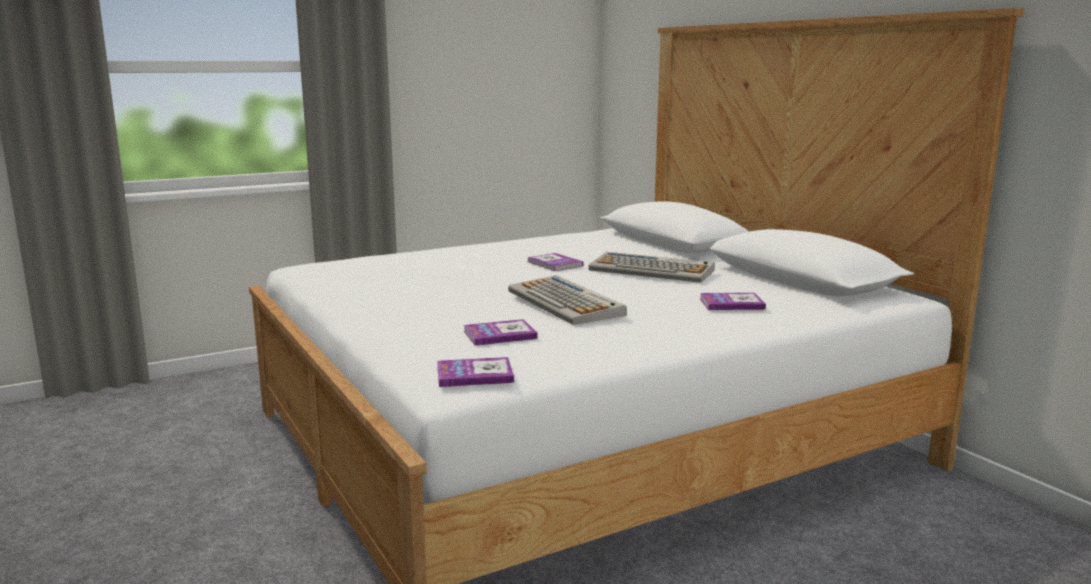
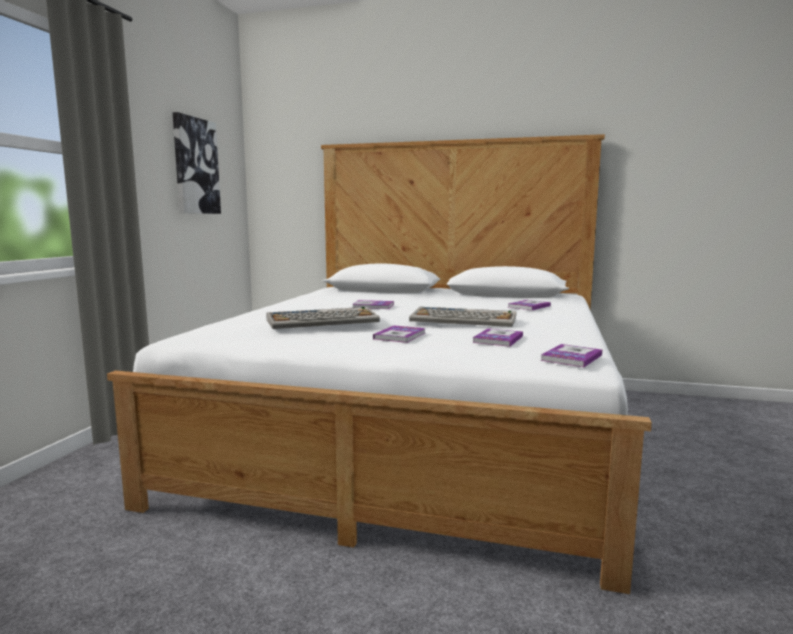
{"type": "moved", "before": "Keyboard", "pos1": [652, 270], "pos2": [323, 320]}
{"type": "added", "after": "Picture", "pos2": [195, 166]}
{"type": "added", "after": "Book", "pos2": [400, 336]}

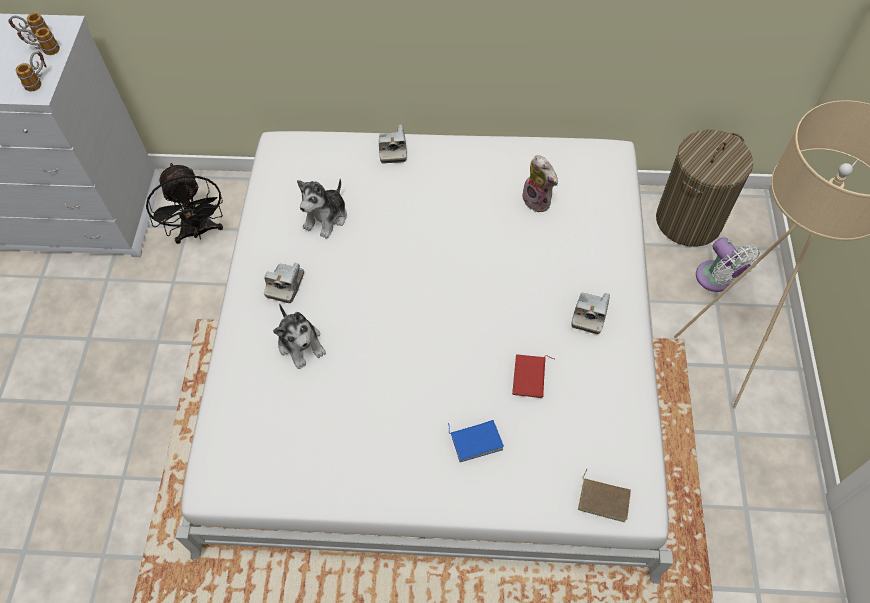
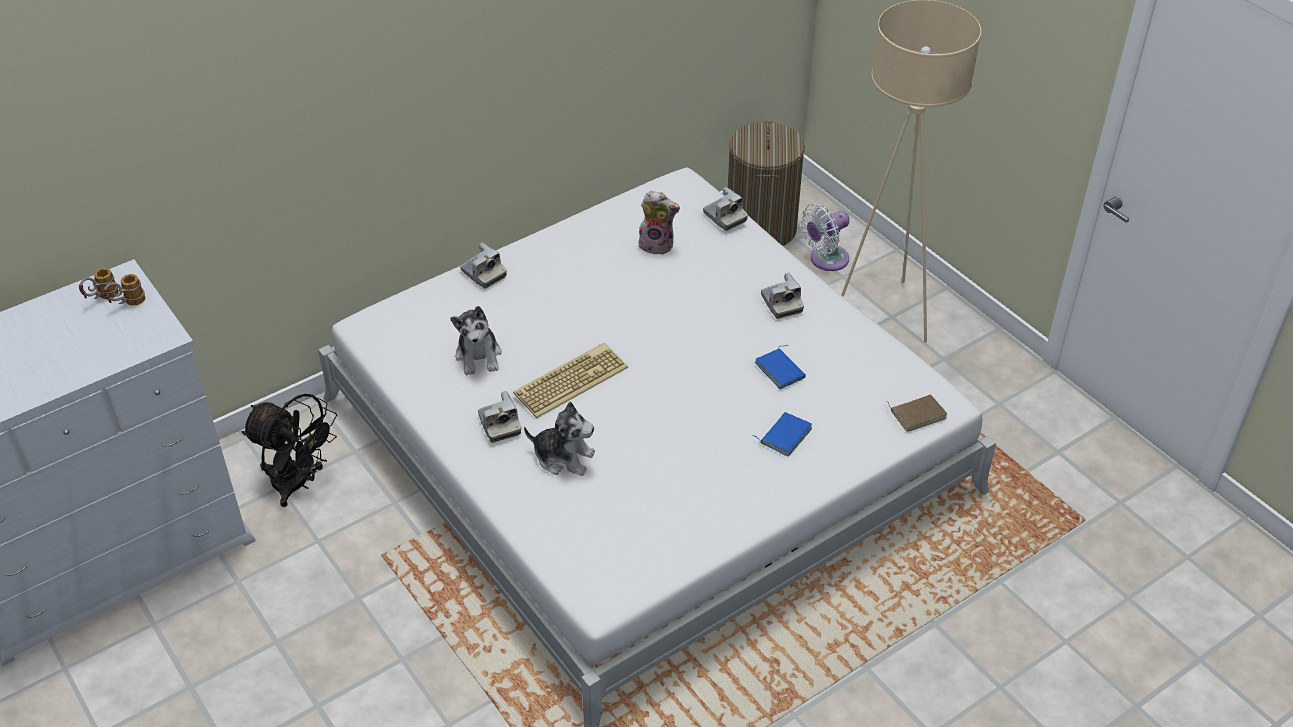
{"type": "removed", "before": "Mug", "pos1": [39, 80]}
{"type": "recoloured", "before": "RedBook", "after": "BlueBook", "pos1": [530, 377], "pos2": [781, 370]}
{"type": "turned", "before": "WhiteFan", "pos1": [716, 280], "pos2": [825, 260], "turn": 120}
{"type": "added", "after": "Keyboard", "pos2": [570, 380]}
{"type": "added", "after": "PhotoCamera", "pos2": [724, 217]}

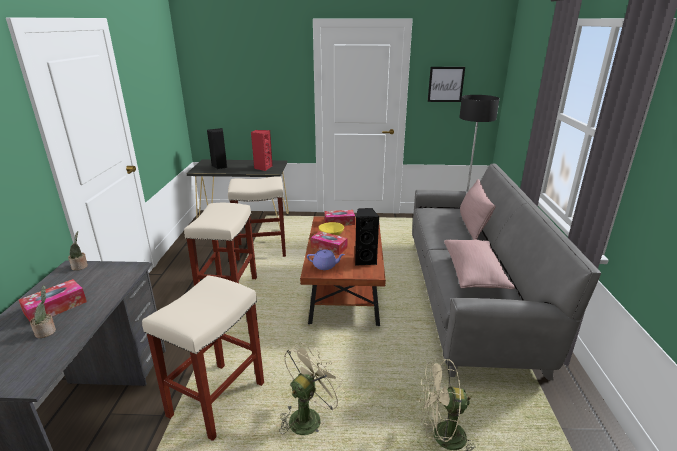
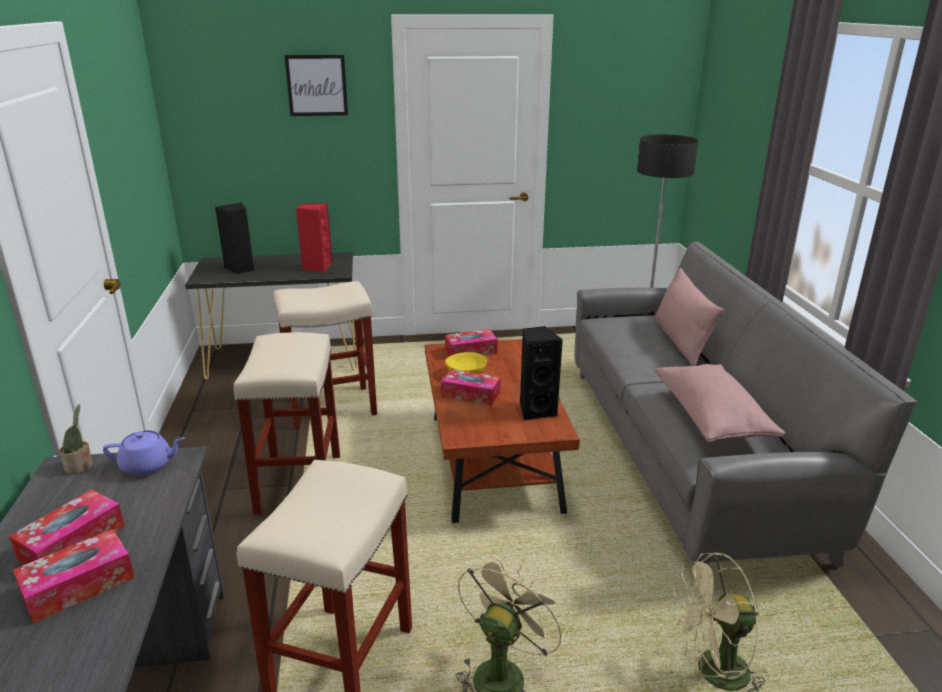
{"type": "replaced", "before": "PottedPlant", "after": "TissueBox", "pos1": [47, 331], "pos2": [78, 586]}
{"type": "moved", "before": "PurpleTeapot", "pos1": [325, 266], "pos2": [148, 466]}
{"type": "moved", "before": "Picture", "pos1": [445, 84], "pos2": [317, 85]}

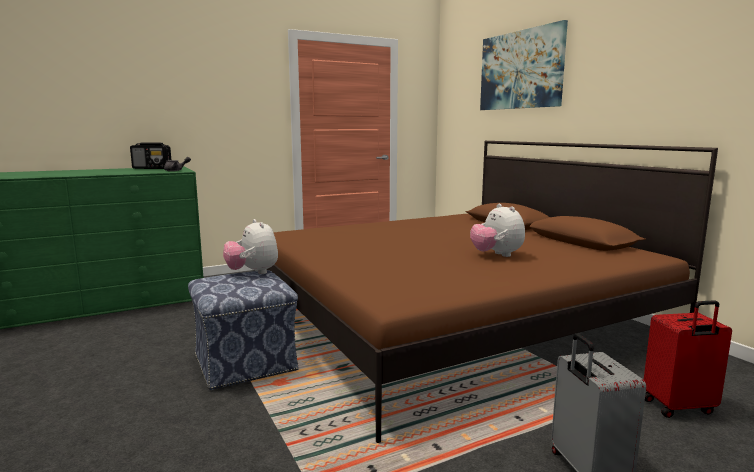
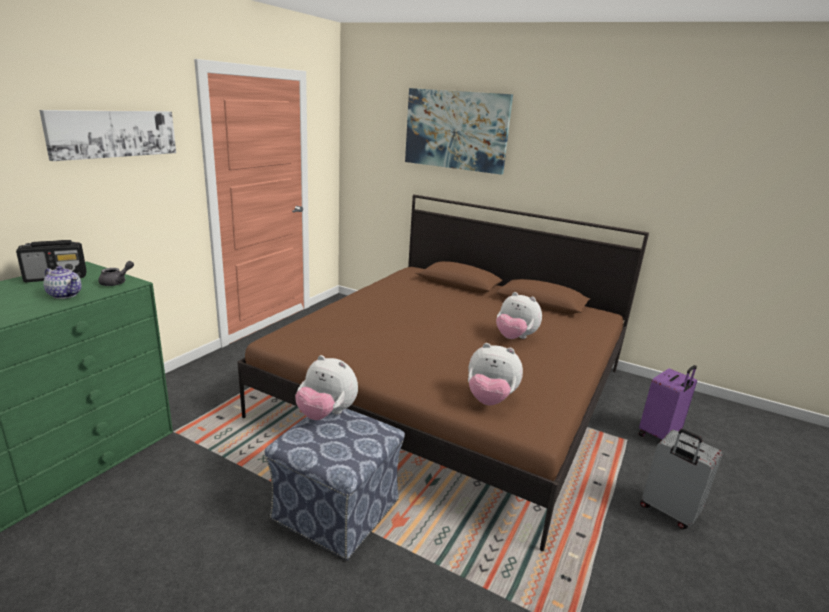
{"type": "recoloured", "before": "RedSuitcase", "after": "PurpleSuitcase", "pos1": [679, 407], "pos2": [660, 435]}
{"type": "added", "after": "Picture", "pos2": [113, 133]}
{"type": "added", "after": "Teapot", "pos2": [65, 294]}
{"type": "added", "after": "PlushToy", "pos2": [490, 399]}

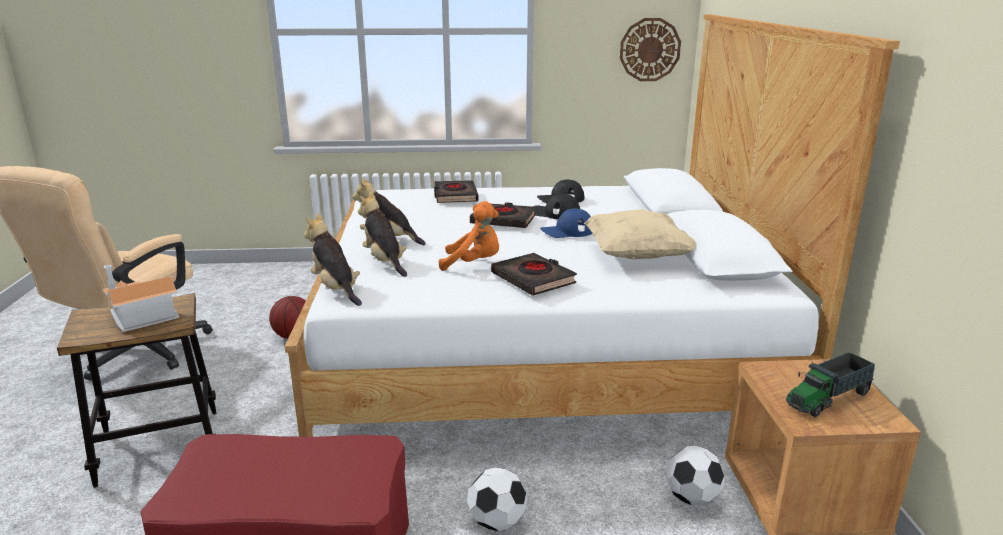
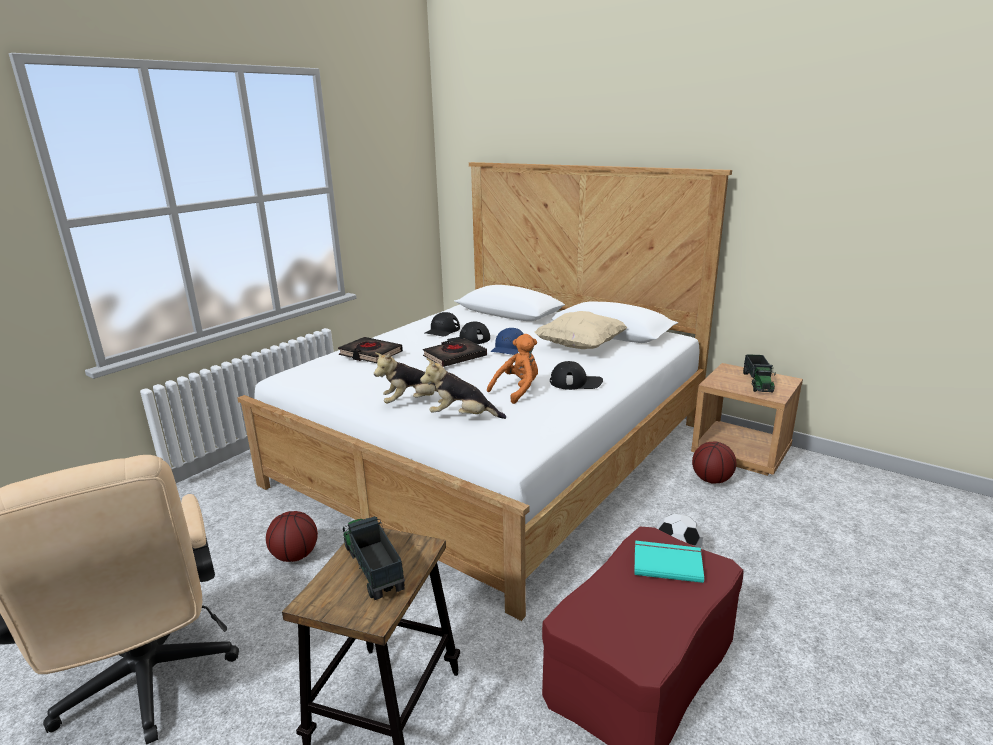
{"type": "replaced", "before": "ToyHouse", "after": "ToyTruck", "pos1": [139, 316], "pos2": [372, 567]}
{"type": "removed", "before": "PlushToy", "pos1": [336, 289]}
{"type": "replaced", "before": "BlackBook", "after": "BlackCap", "pos1": [533, 279], "pos2": [576, 382]}
{"type": "removed", "before": "WallClock", "pos1": [649, 49]}
{"type": "replaced", "before": "Football", "after": "Basketball", "pos1": [691, 498], "pos2": [711, 480]}
{"type": "added", "after": "TurquoiseBook", "pos2": [667, 562]}

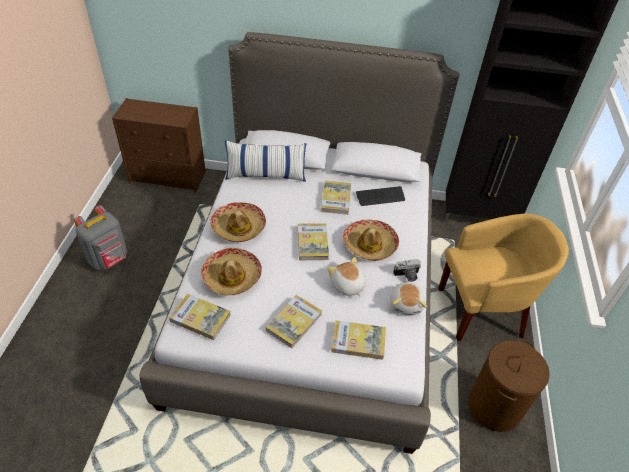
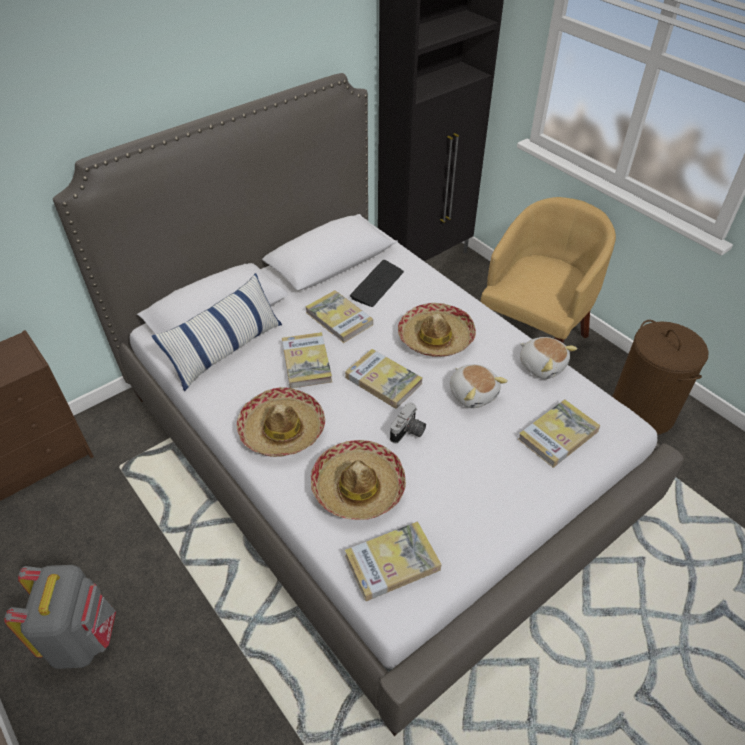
{"type": "moved", "before": "Book", "pos1": [294, 322], "pos2": [306, 362]}
{"type": "turned", "before": "PlushToy", "pos1": [347, 285], "pos2": [473, 393], "turn": -135}
{"type": "moved", "before": "PhotoCamera", "pos1": [407, 276], "pos2": [408, 432]}

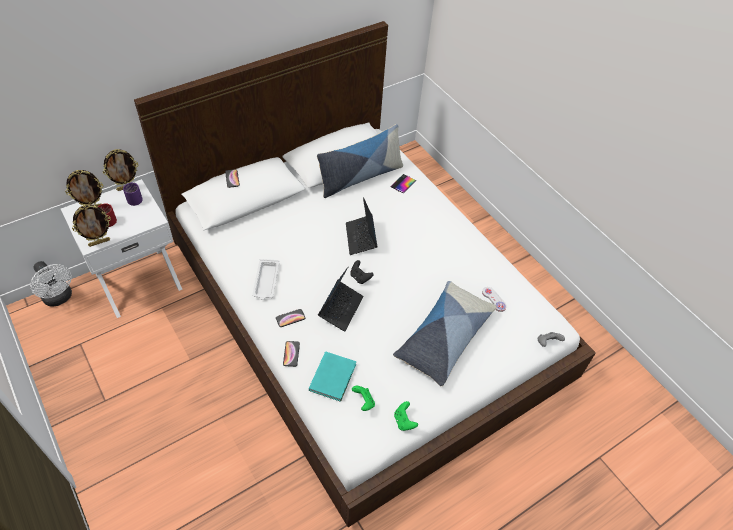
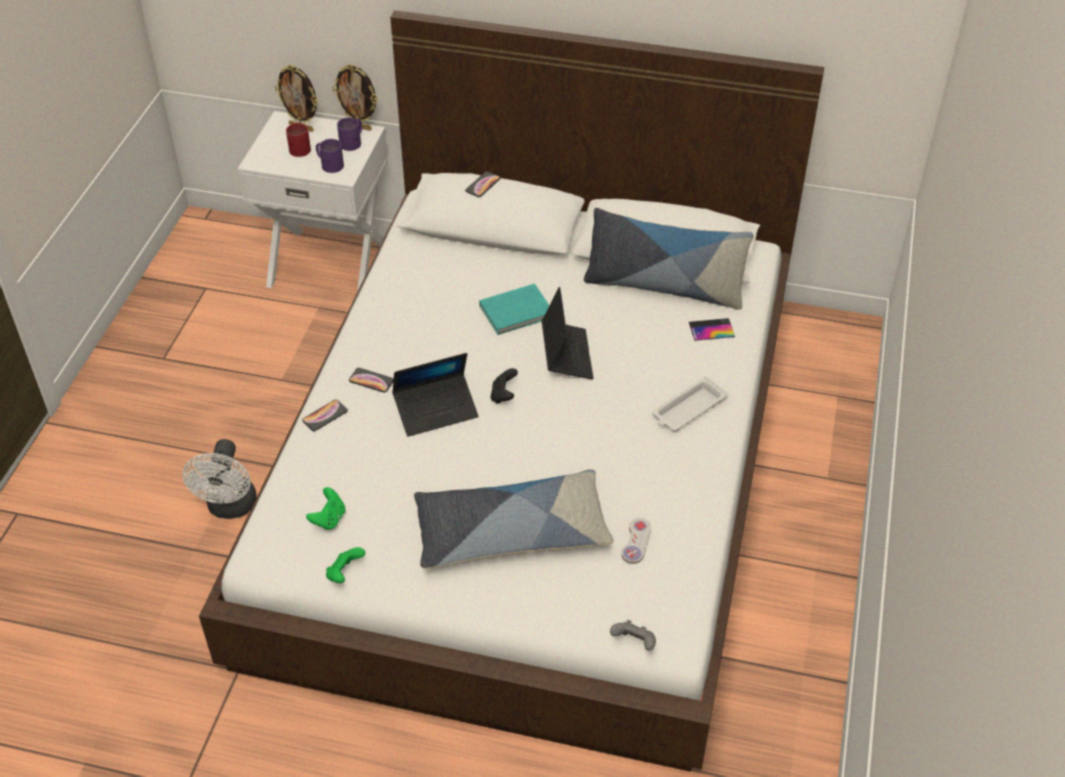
{"type": "moved", "before": "WhiteFan", "pos1": [59, 298], "pos2": [230, 508]}
{"type": "removed", "before": "PictureFrame", "pos1": [99, 242]}
{"type": "moved", "before": "WhiteTray", "pos1": [266, 281], "pos2": [688, 409]}
{"type": "moved", "before": "TurquoiseBook", "pos1": [334, 376], "pos2": [518, 311]}
{"type": "turned", "before": "Laptop", "pos1": [361, 238], "pos2": [566, 355], "turn": 135}
{"type": "added", "after": "PurpleMug", "pos2": [330, 164]}

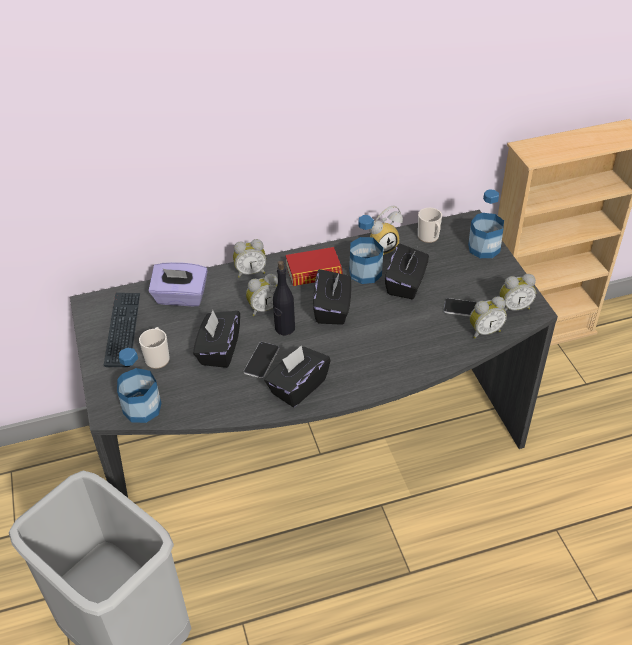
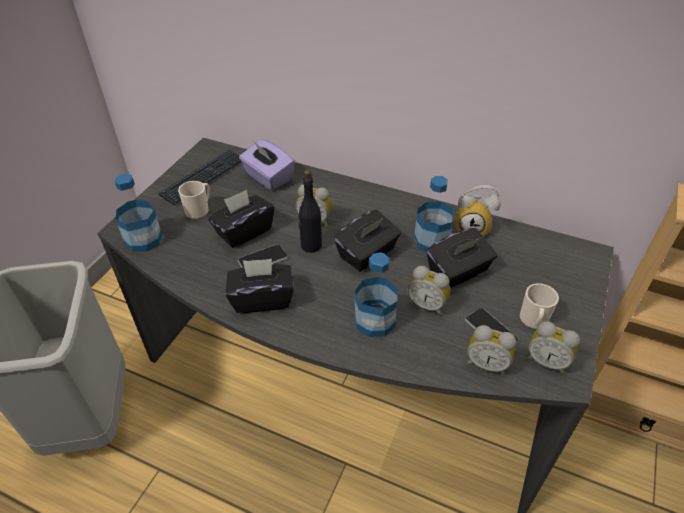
{"type": "moved", "before": "AlarmClock", "pos1": [250, 272], "pos2": [427, 305]}
{"type": "removed", "before": "Book", "pos1": [314, 272]}
{"type": "moved", "before": "Mug", "pos1": [429, 237], "pos2": [533, 321]}
{"type": "moved", "before": "Bottle", "pos1": [484, 248], "pos2": [375, 320]}

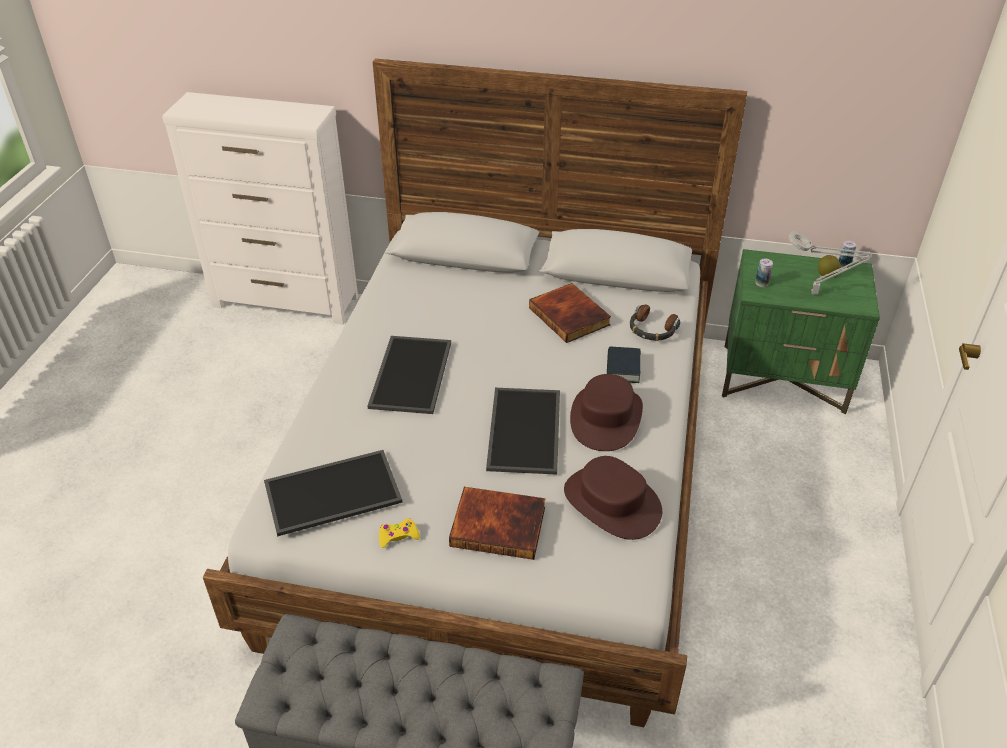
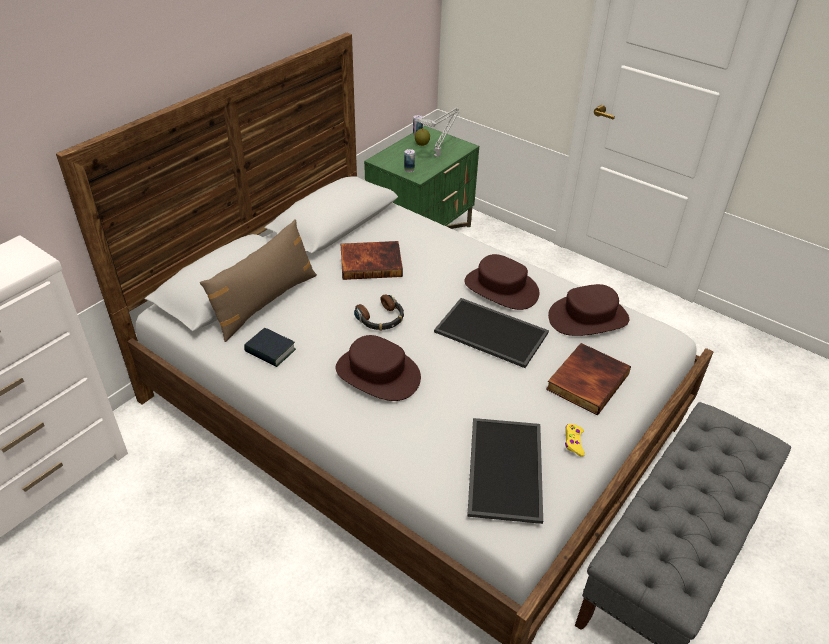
{"type": "replaced", "before": "Tray", "after": "BrownHat", "pos1": [409, 373], "pos2": [377, 374]}
{"type": "moved", "before": "Book", "pos1": [622, 369], "pos2": [270, 351]}
{"type": "moved", "before": "Headphones", "pos1": [652, 330], "pos2": [381, 319]}
{"type": "added", "after": "BrownPillow", "pos2": [265, 302]}

